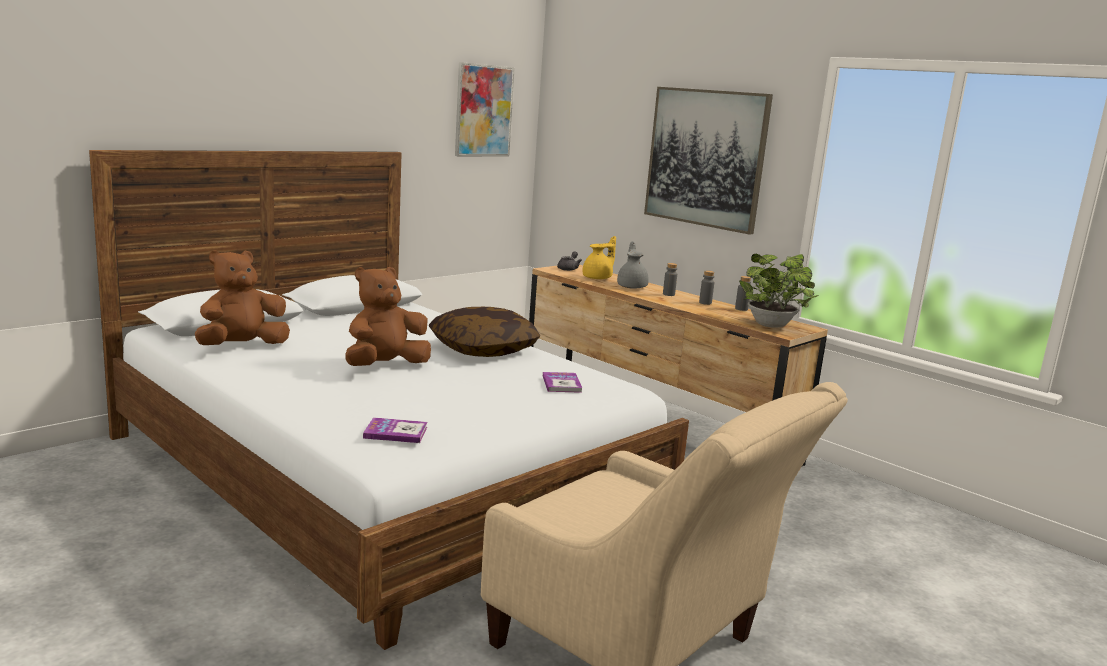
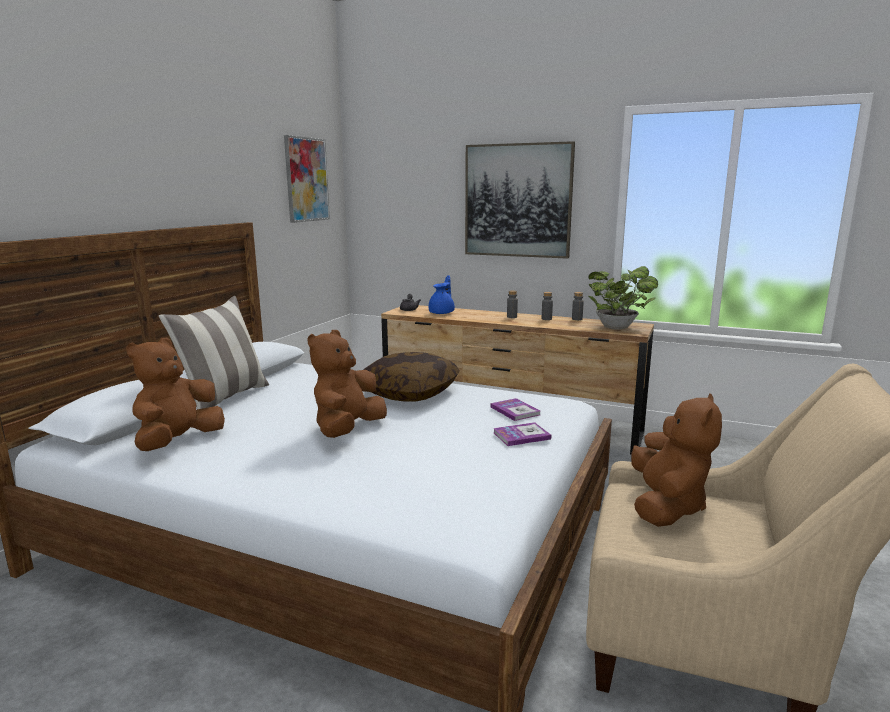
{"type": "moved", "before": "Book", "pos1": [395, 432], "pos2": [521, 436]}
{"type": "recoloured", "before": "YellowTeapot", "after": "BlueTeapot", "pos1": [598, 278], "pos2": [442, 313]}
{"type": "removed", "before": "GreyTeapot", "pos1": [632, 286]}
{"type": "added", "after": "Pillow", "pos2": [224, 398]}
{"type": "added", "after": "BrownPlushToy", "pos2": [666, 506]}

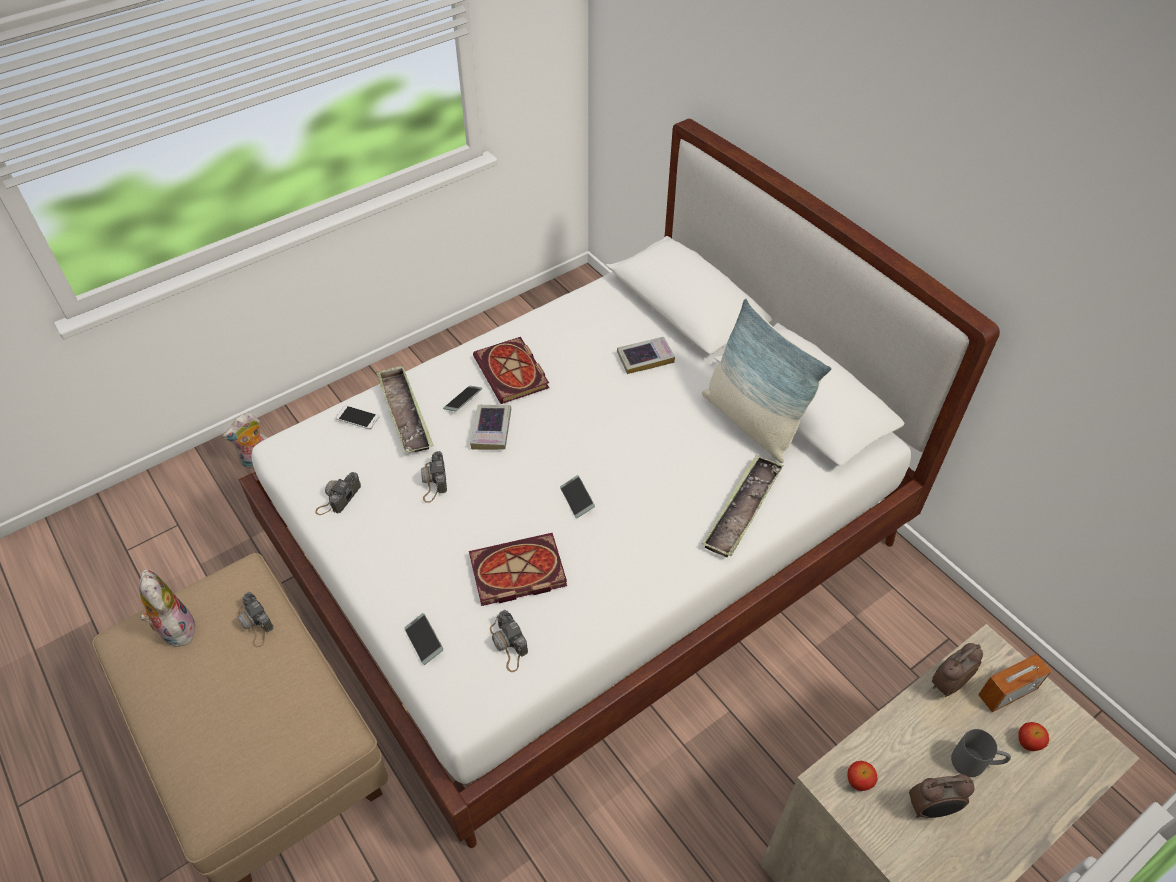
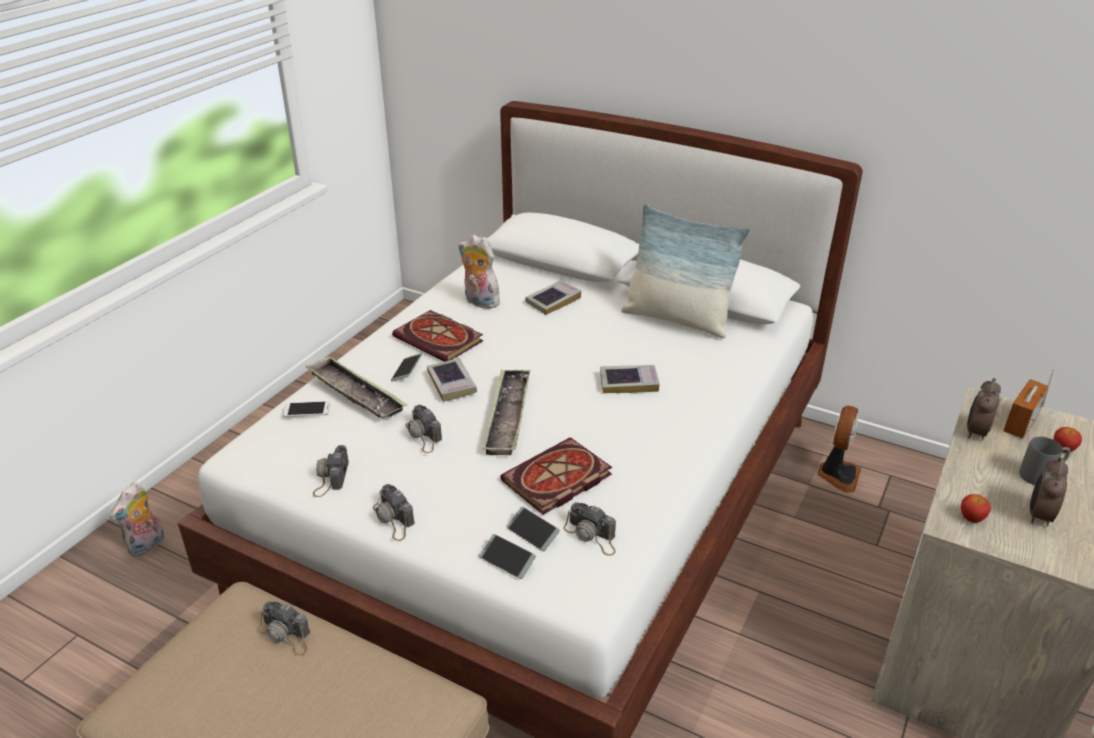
{"type": "moved", "before": "PlushToy", "pos1": [174, 629], "pos2": [479, 302]}
{"type": "moved", "before": "Phone", "pos1": [577, 499], "pos2": [532, 533]}
{"type": "moved", "before": "Tray", "pos1": [742, 510], "pos2": [508, 416]}
{"type": "turned", "before": "AlarmClock", "pos1": [931, 809], "pos2": [1038, 516], "turn": 150}
{"type": "added", "after": "PhotoCamera", "pos2": [393, 519]}
{"type": "added", "after": "Book", "pos2": [629, 383]}
{"type": "added", "after": "Fan", "pos2": [837, 475]}

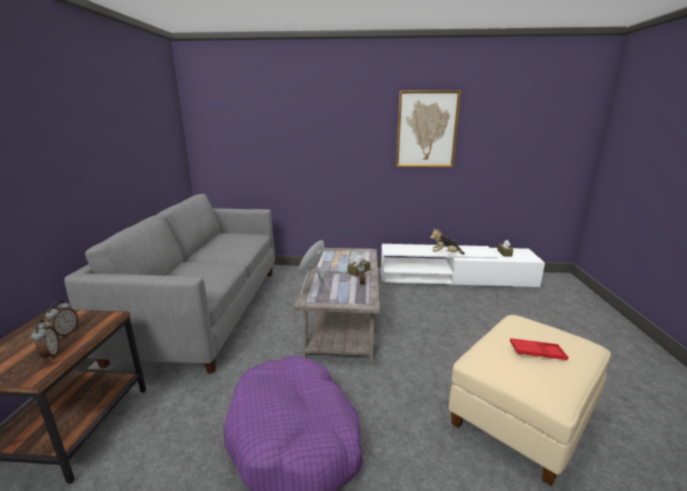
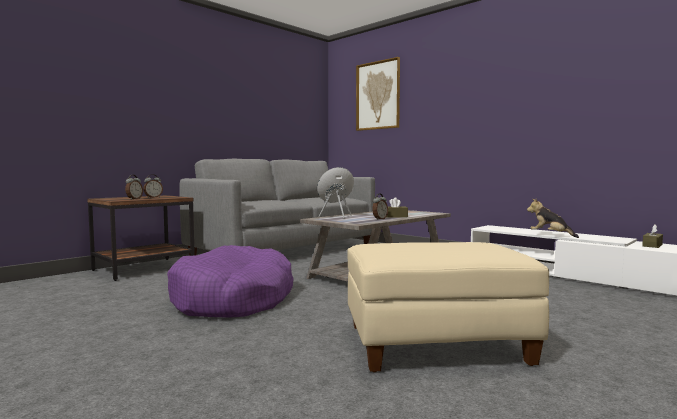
{"type": "moved", "before": "Picture", "pos1": [426, 129], "pos2": [378, 95]}
{"type": "removed", "before": "RedTray", "pos1": [537, 352]}

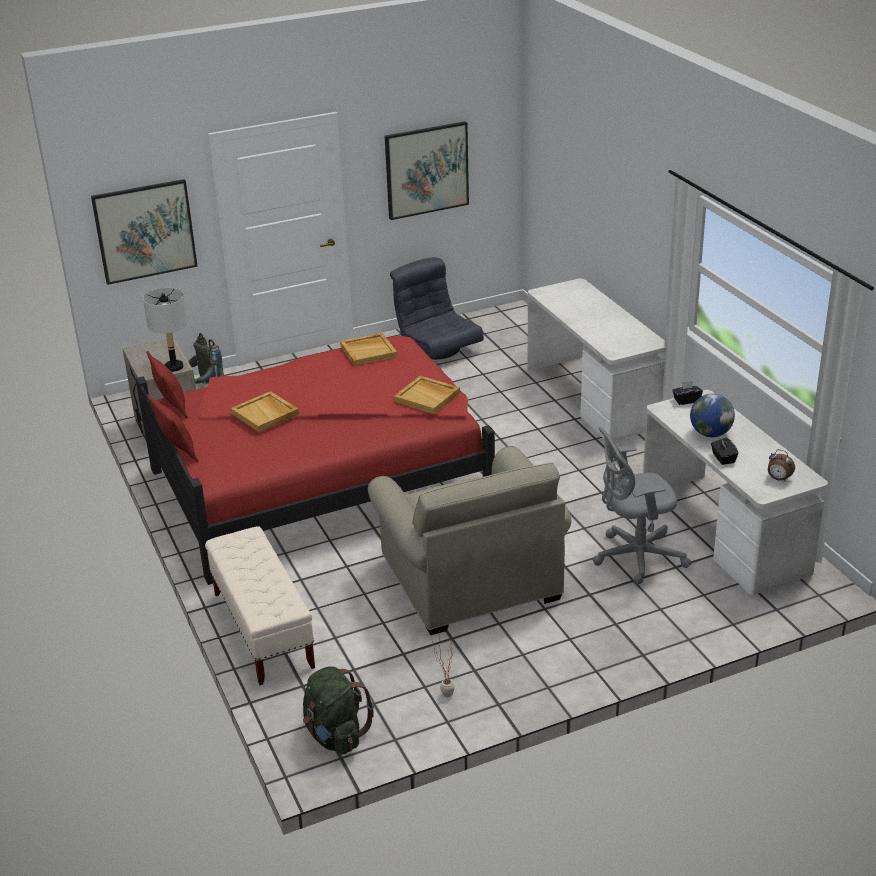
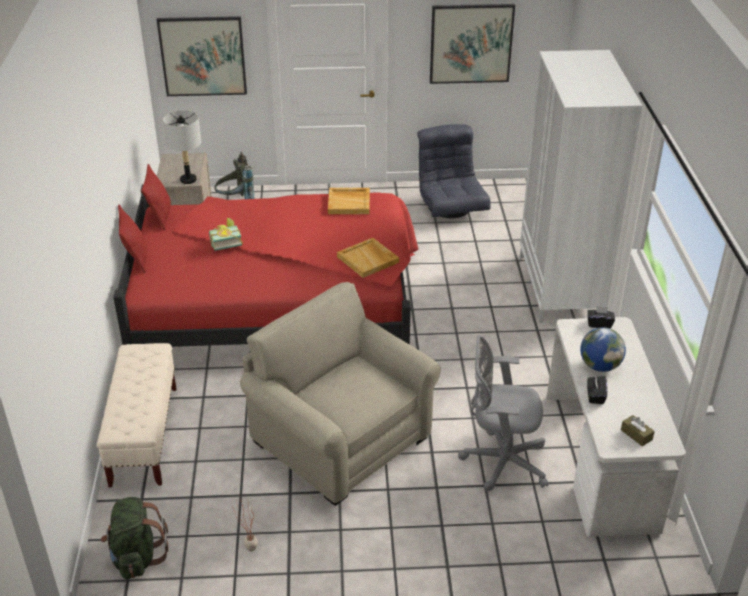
{"type": "replaced", "before": "BeigeTray", "after": "Book", "pos1": [265, 414], "pos2": [225, 242]}
{"type": "turned", "before": "BeigeArmchair", "pos1": [470, 579], "pos2": [341, 440], "turn": 135}
{"type": "replaced", "before": "WhiteDesk", "after": "WhiteWardrobe", "pos1": [593, 397], "pos2": [560, 287]}
{"type": "replaced", "before": "AlarmClock", "after": "BrownTissueBox", "pos1": [778, 479], "pos2": [636, 435]}

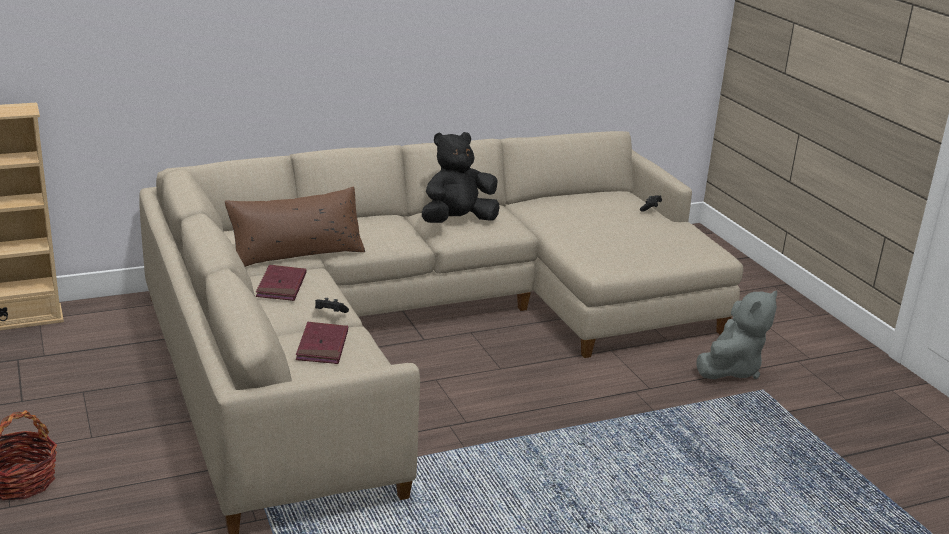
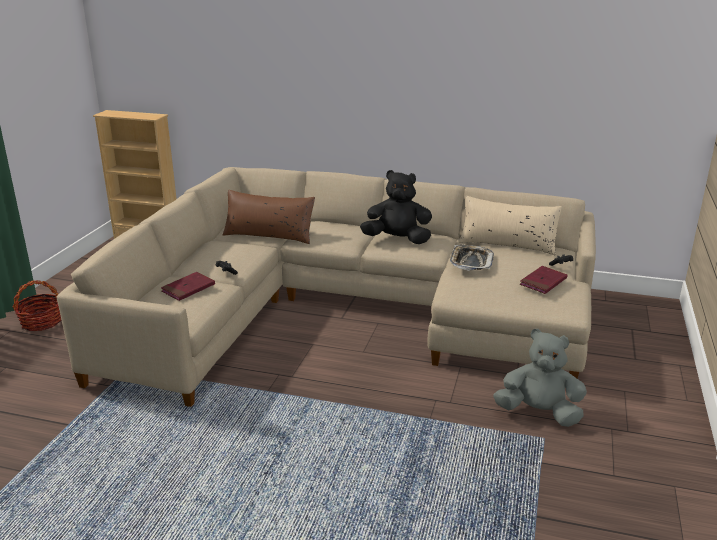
{"type": "moved", "before": "RedBook", "pos1": [281, 286], "pos2": [543, 282]}
{"type": "turned", "before": "GreyPlushToy", "pos1": [731, 369], "pos2": [539, 413], "turn": -150}
{"type": "added", "after": "Tray", "pos2": [471, 262]}
{"type": "added", "after": "BeigePillow", "pos2": [507, 244]}

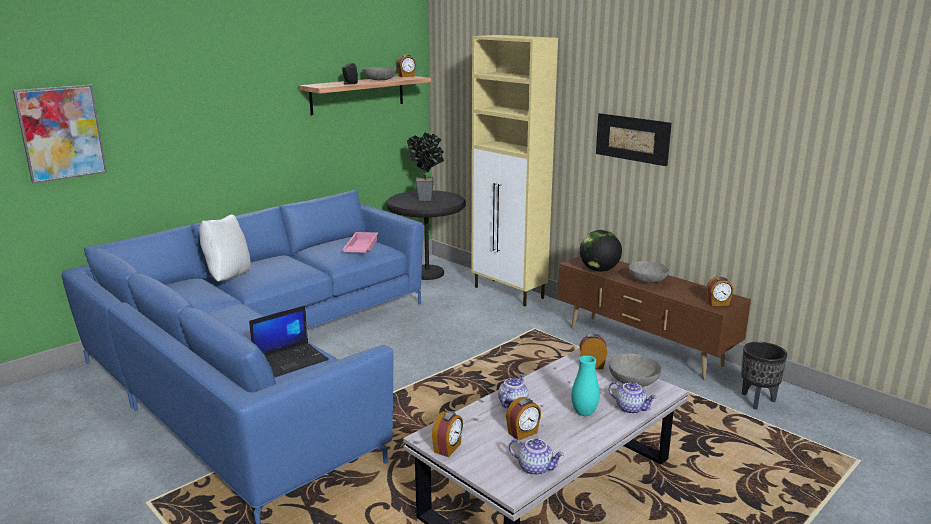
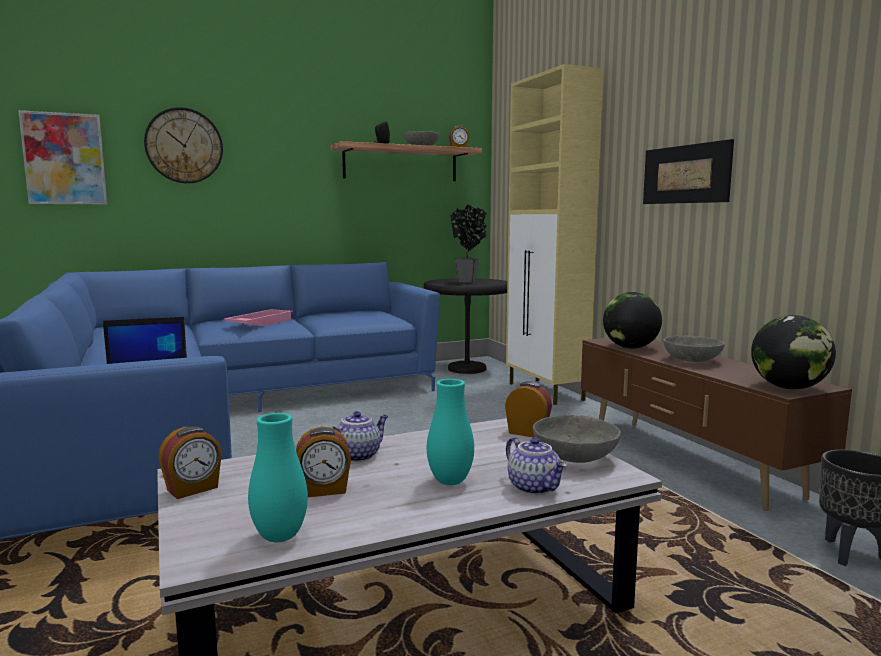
{"type": "removed", "before": "WhitePillow", "pos1": [227, 277]}
{"type": "moved", "before": "PinkTray", "pos1": [360, 248], "pos2": [259, 323]}
{"type": "replaced", "before": "Teapot", "after": "TurquoiseVase", "pos1": [536, 468], "pos2": [280, 537]}
{"type": "replaced", "before": "AlarmClock", "after": "Globe", "pos1": [718, 303], "pos2": [788, 388]}
{"type": "added", "after": "WallClock", "pos2": [184, 146]}

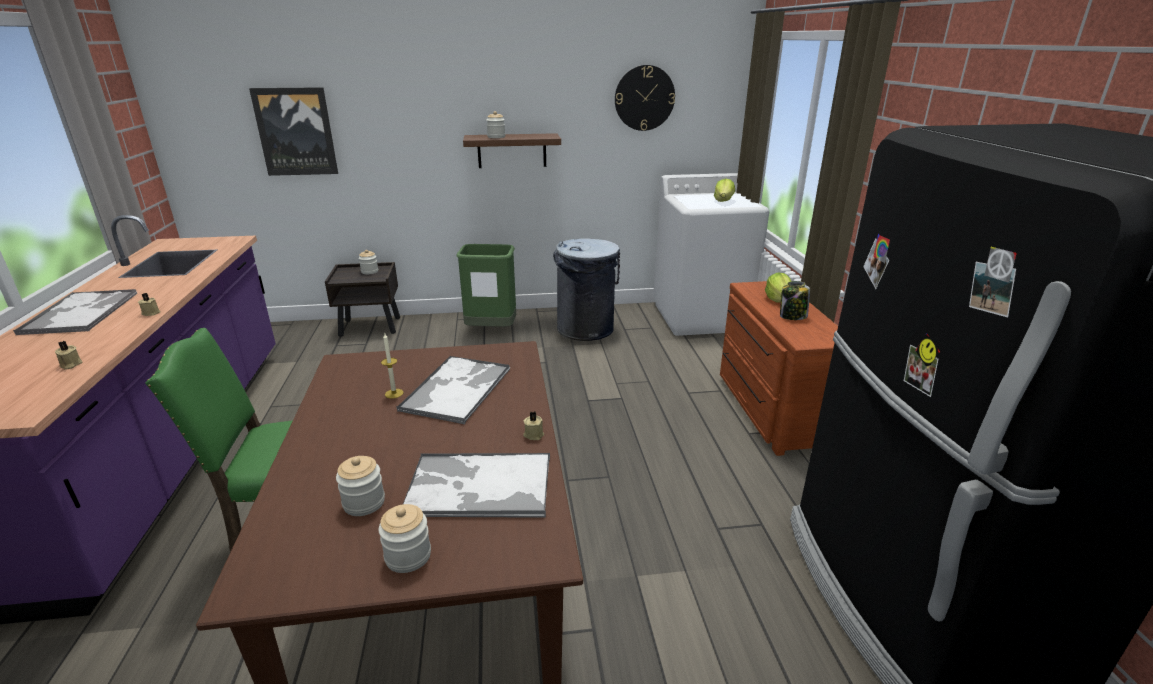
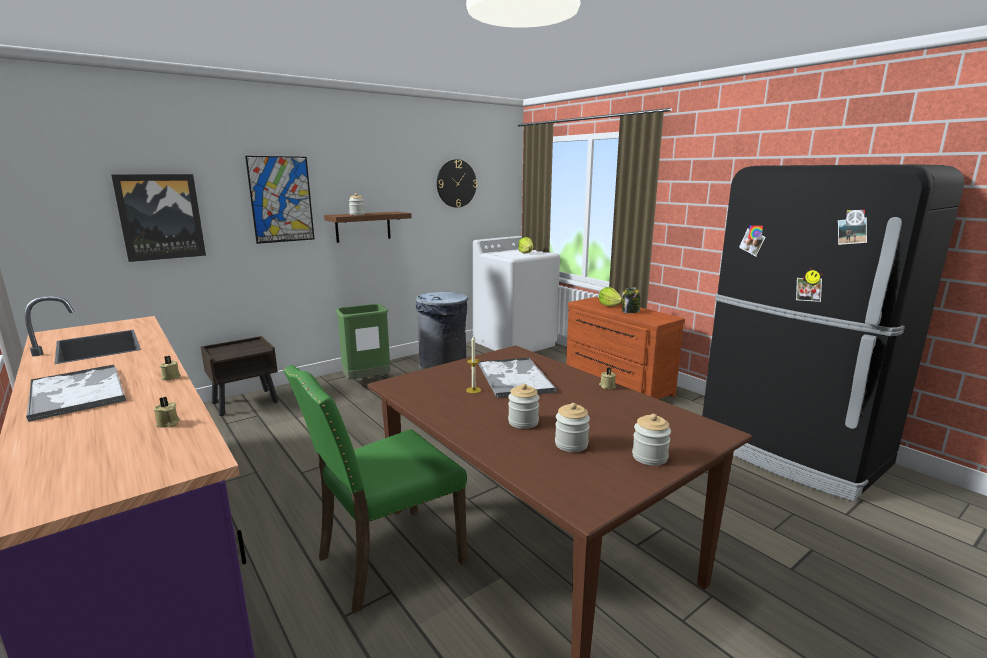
{"type": "moved", "before": "Jar", "pos1": [369, 271], "pos2": [523, 422]}
{"type": "removed", "before": "Tray", "pos1": [478, 486]}
{"type": "added", "after": "Picture", "pos2": [281, 199]}

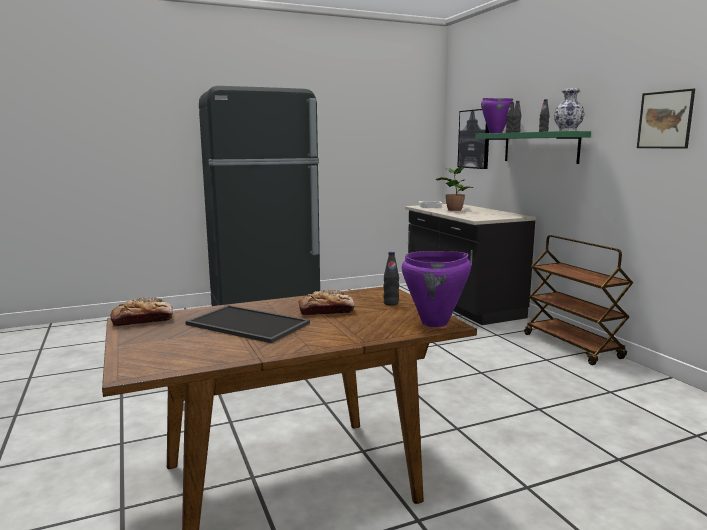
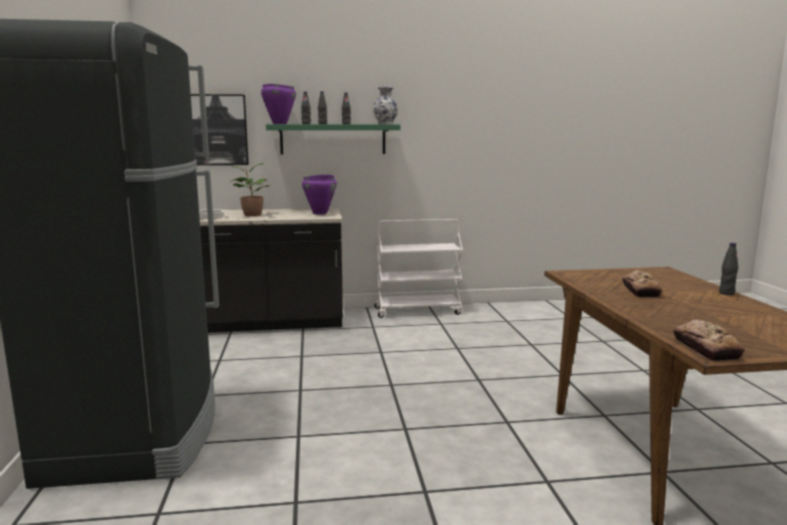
{"type": "removed", "before": "Tray", "pos1": [245, 324]}
{"type": "moved", "before": "BlackBottle", "pos1": [391, 303], "pos2": [726, 293]}
{"type": "moved", "before": "PurpleCookingPot", "pos1": [435, 323], "pos2": [320, 213]}
{"type": "recoloured", "before": "BrownCart", "after": "WhiteCart", "pos1": [572, 346], "pos2": [418, 311]}
{"type": "removed", "before": "Picture", "pos1": [665, 120]}

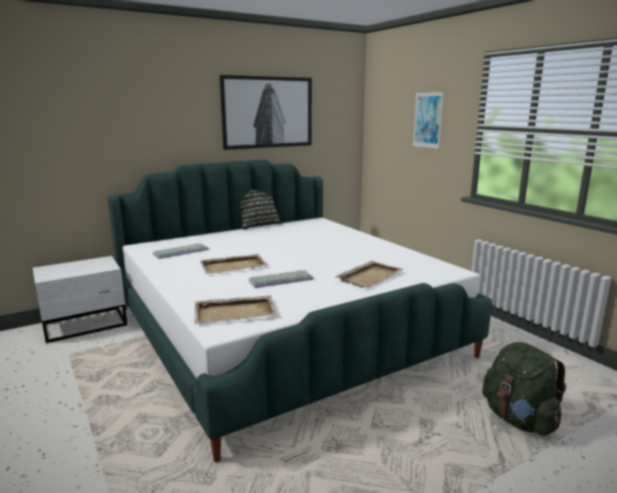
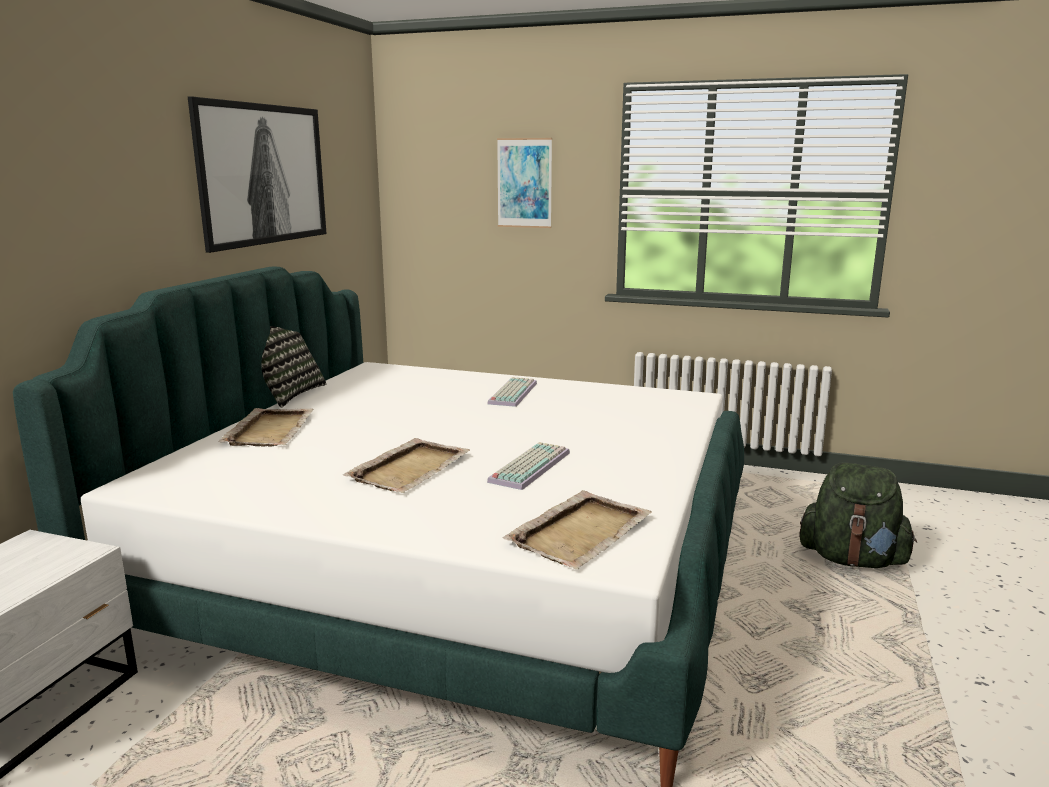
{"type": "moved", "before": "Keyboard", "pos1": [181, 251], "pos2": [512, 393]}
{"type": "moved", "before": "BeigeTray", "pos1": [370, 276], "pos2": [270, 430]}

